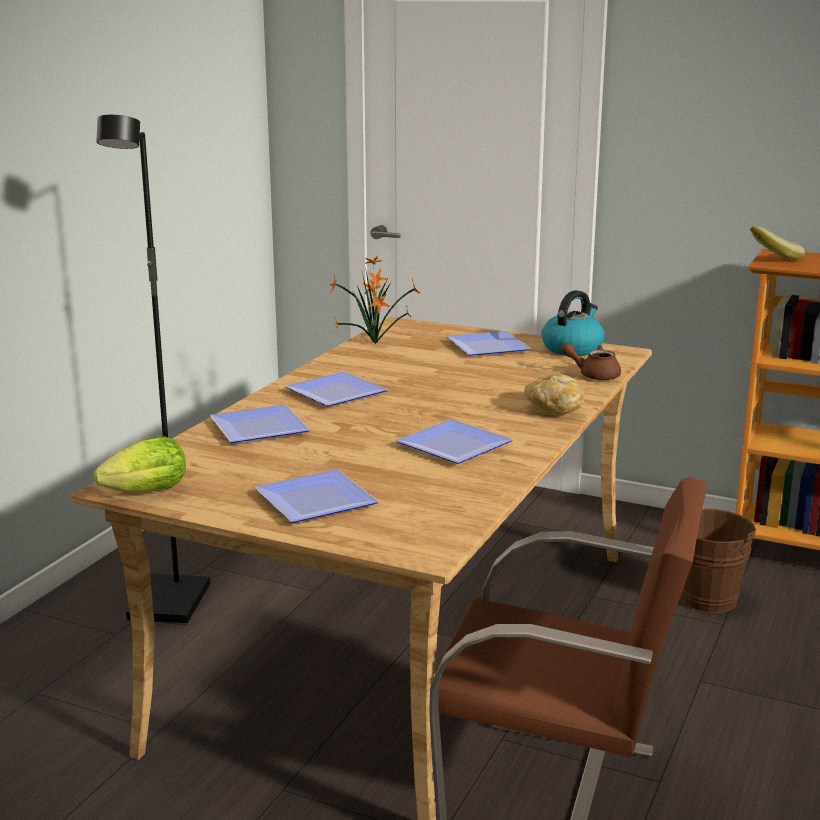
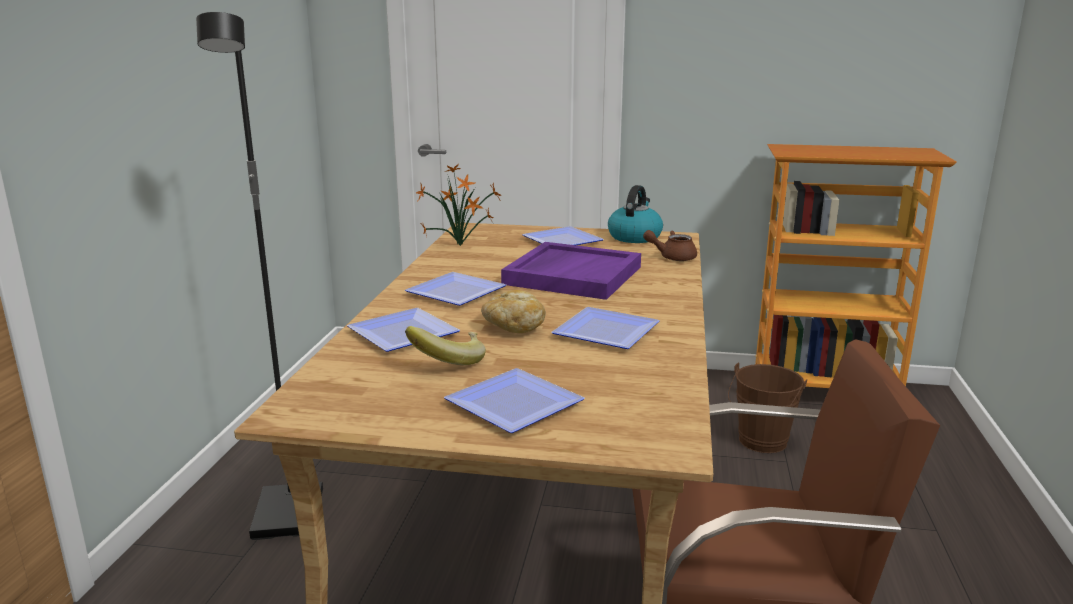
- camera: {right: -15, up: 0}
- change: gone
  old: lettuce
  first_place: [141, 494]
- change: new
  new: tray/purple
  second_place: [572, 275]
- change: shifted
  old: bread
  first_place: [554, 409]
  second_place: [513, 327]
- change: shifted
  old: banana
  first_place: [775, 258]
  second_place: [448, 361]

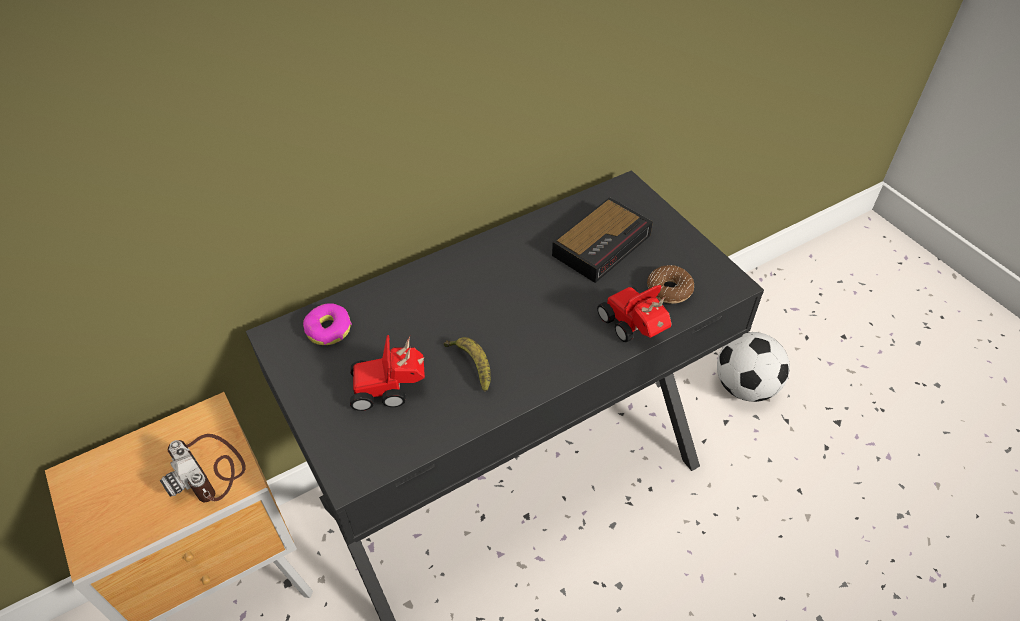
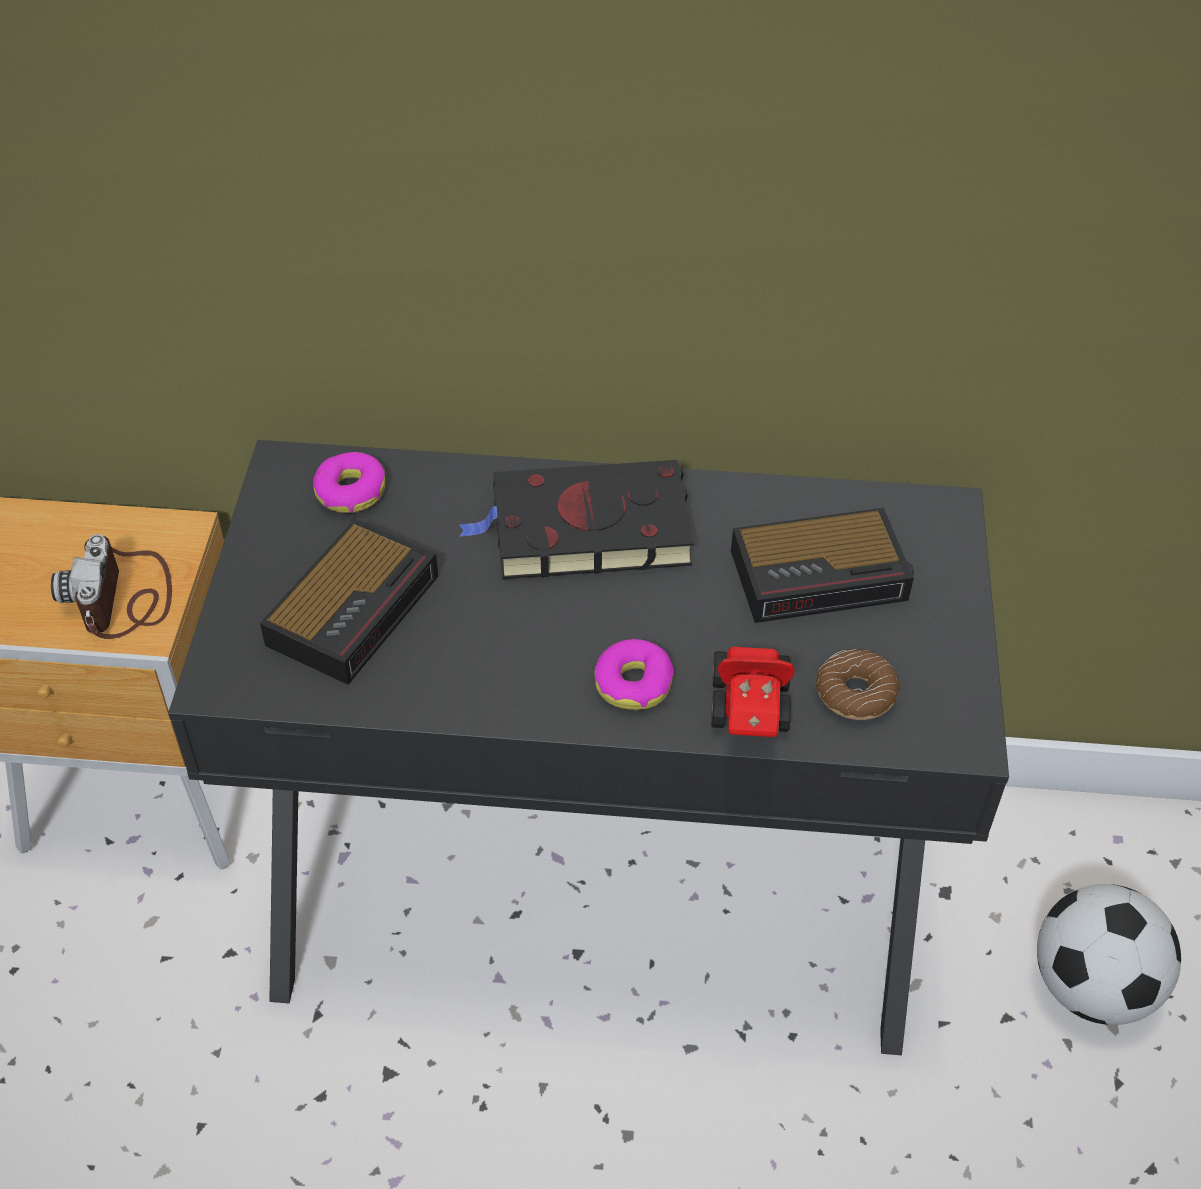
- camera: {right: 35, up: 0}
- change: gone
  old: banana
  first_place: [471, 365]
- change: new
  new: book/black
  second_place: [584, 530]
- change: new
  new: donut
  second_place: [633, 683]
- change: swapped
  old: toy car
  new: alarm clock
  first_place: [390, 388]
  second_place: [355, 607]

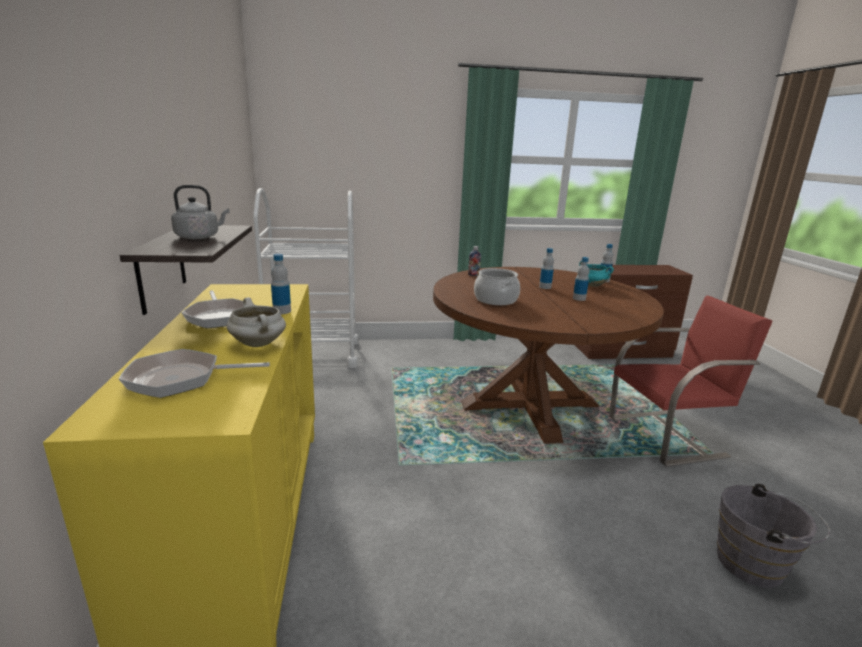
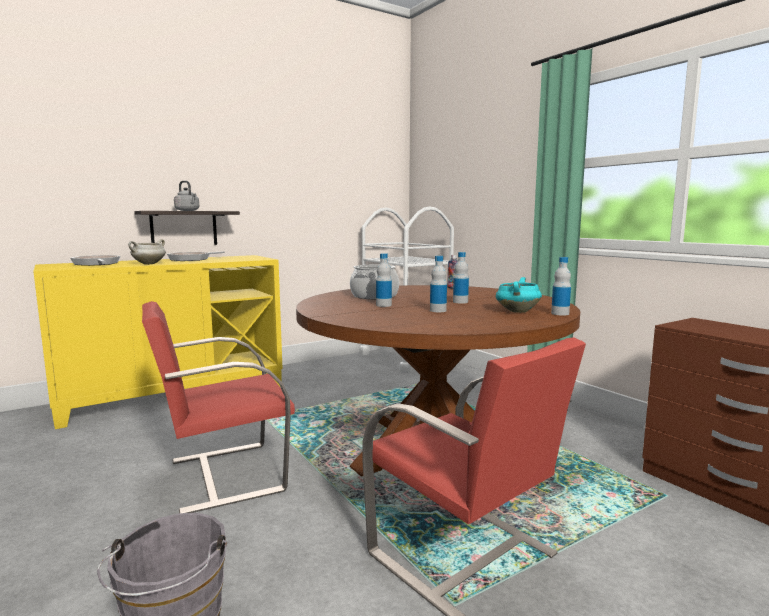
- camera: {right: 65, up: -10}
- change: new
  new: chair/red
  second_place: [223, 475]
- change: shifted
  old: bottle
  first_place: [282, 311]
  second_place: [383, 305]

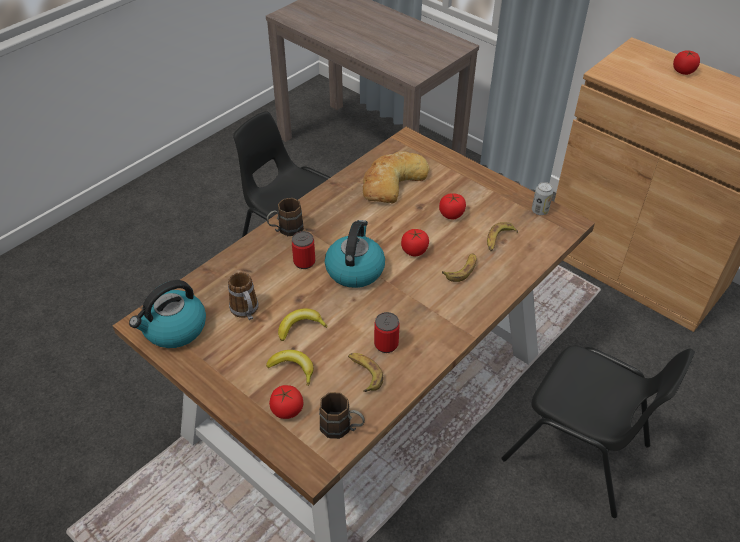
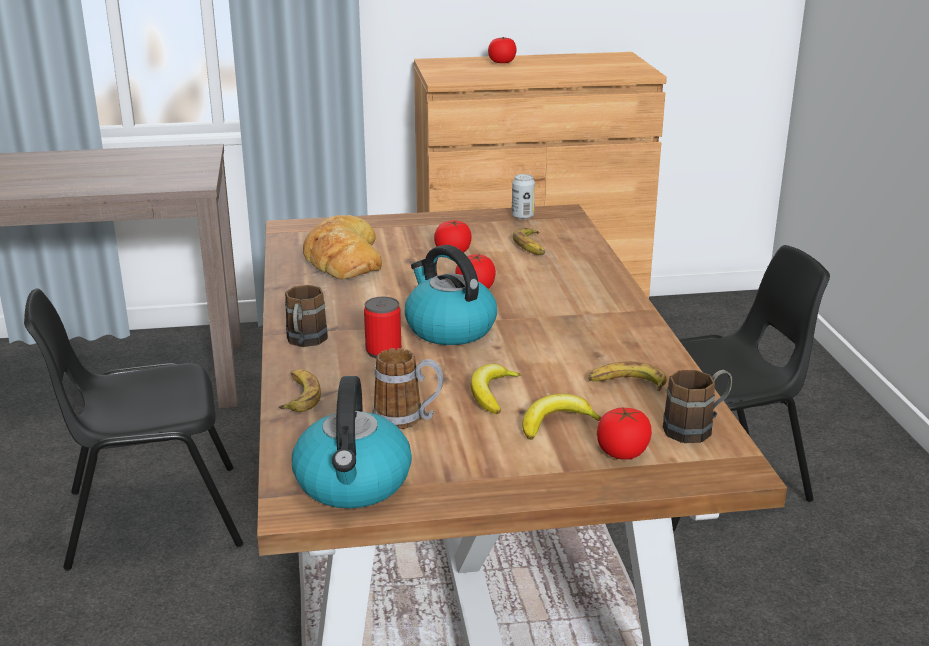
- camera: {right: -50, up: -20}
- change: gone
  old: can
  first_place: [386, 344]
- change: shifted
  old: banana
  first_place: [461, 270]
  second_place: [299, 396]

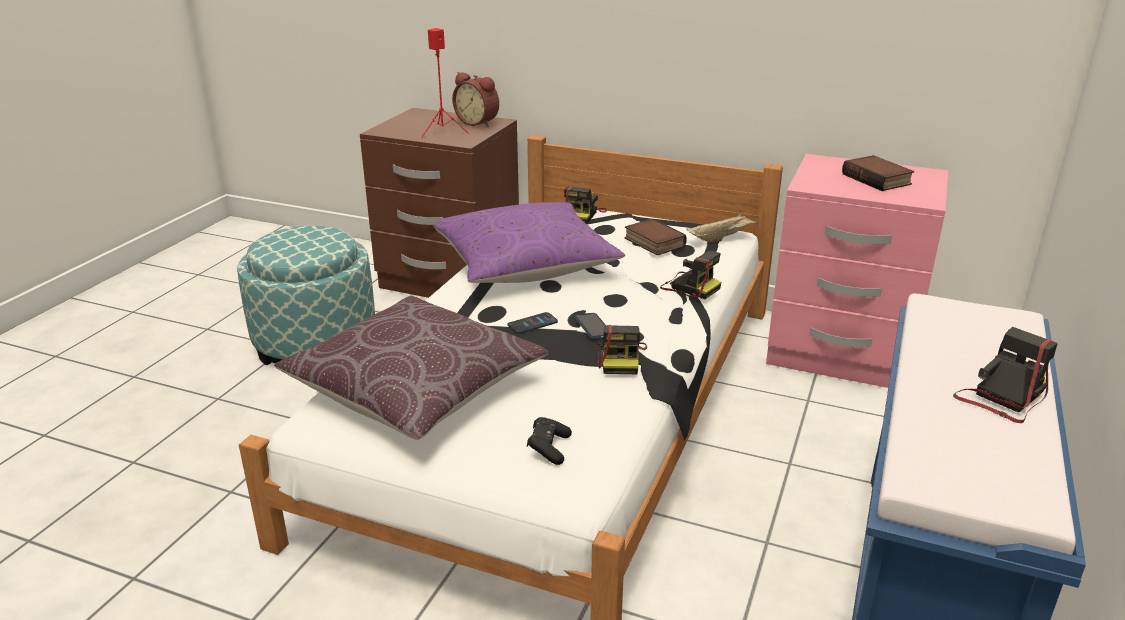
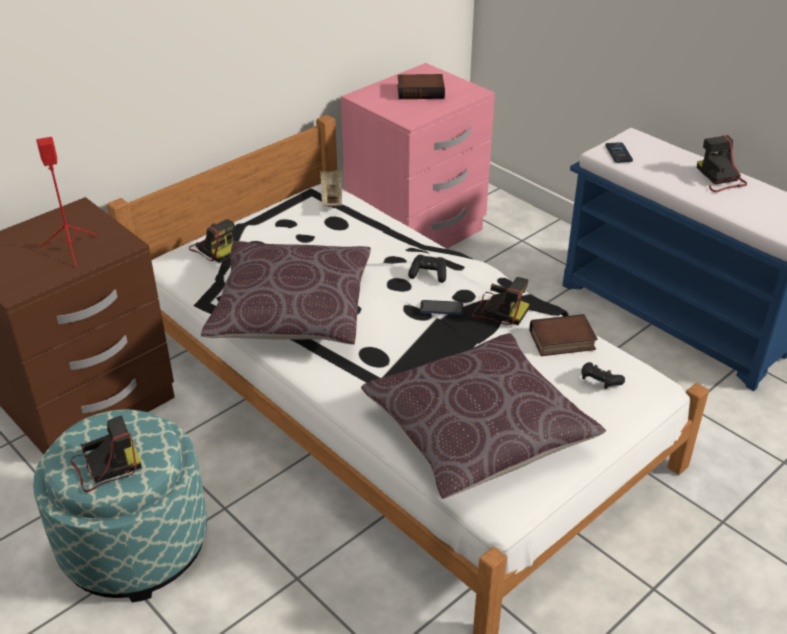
- camera: {right: -65, up: 10}
- change: gone
  old: alarm clock
  first_place: [478, 122]
- change: new
  new: game controller/black
  second_place: [428, 274]
- change: shifted
  old: phone
  first_place: [532, 324]
  second_place: [618, 153]
- change: shifted
  old: book
  first_place: [652, 242]
  second_place: [561, 341]
- change: shifted
  old: photo camera
  first_place: [689, 287]
  second_place: [105, 467]
- change: repainted
  old: pillow/purple
  new: pillow/brown
  first_place: [525, 264]
  second_place: [292, 312]

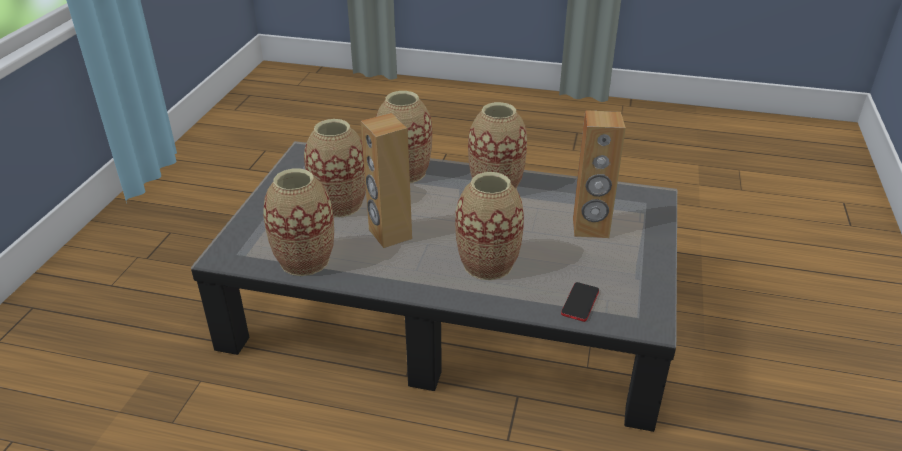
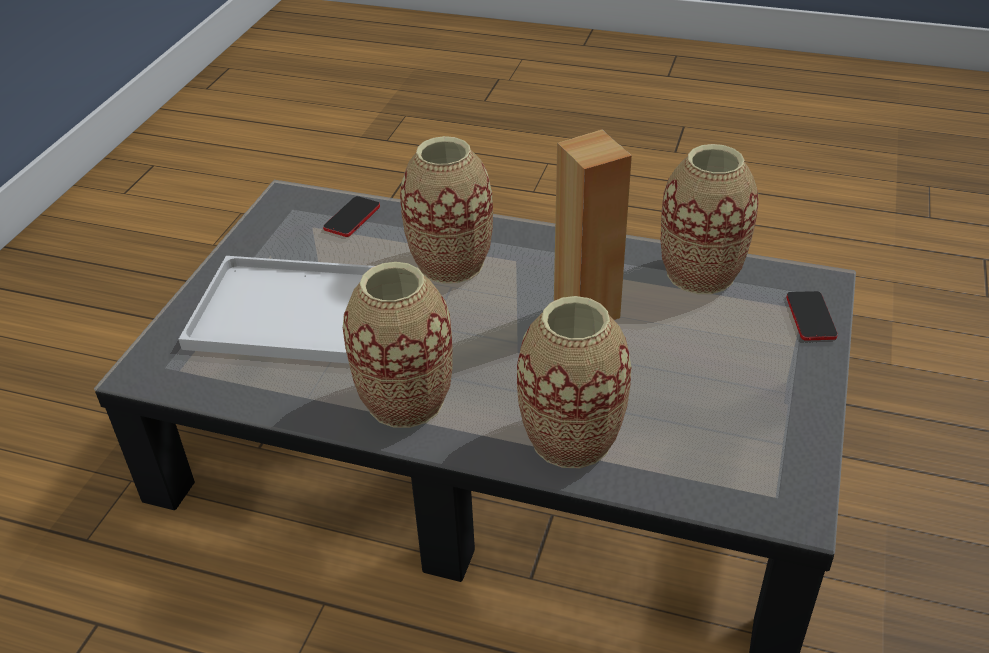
- camera: {right: -175, up: 5}
- change: gone
  old: vase
  first_place: [339, 204]
- change: new
  new: phone
  second_place: [810, 317]
- change: swapped
  old: speaker/brown
  new: tray/white
  first_place: [590, 228]
  second_place: [285, 313]

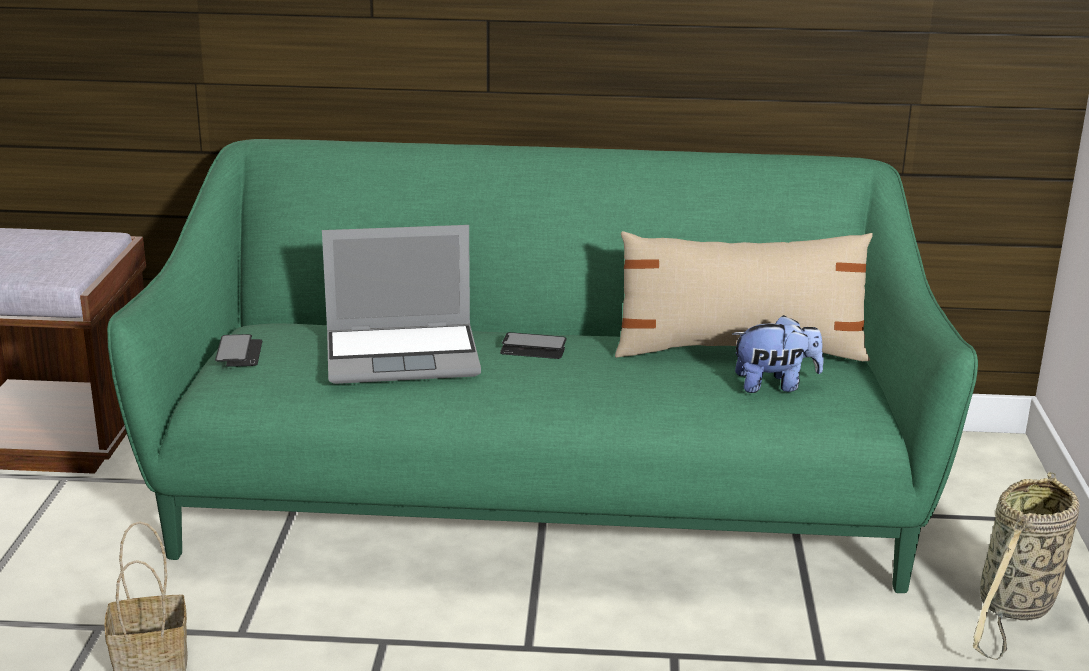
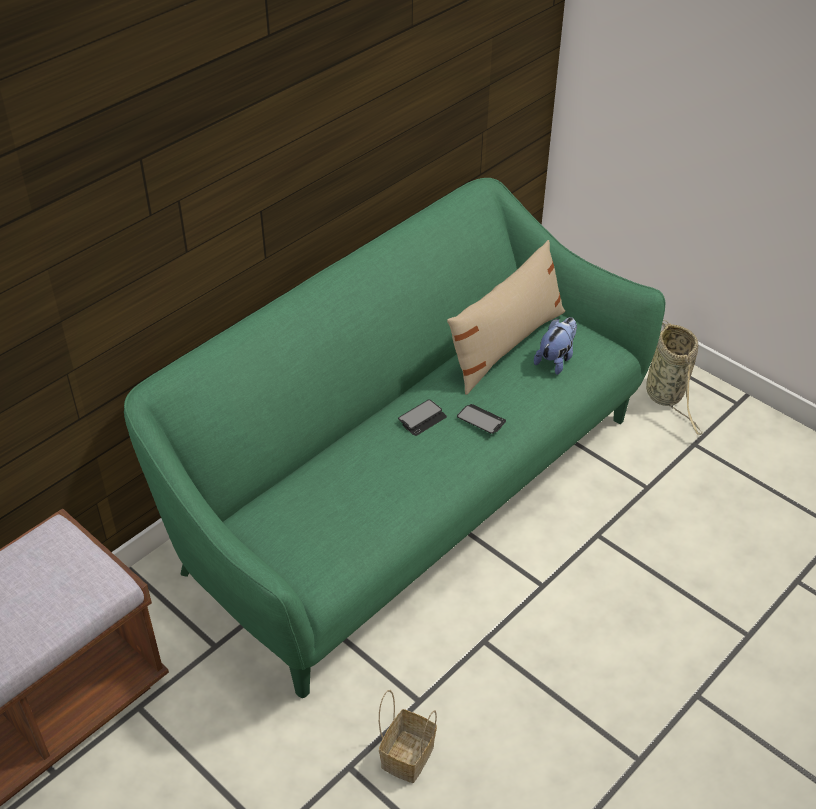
- camera: {right: -50, up: 20}
- change: gone
  old: laptop
  first_place: [404, 356]
- change: shifted
  old: phone
  first_place: [239, 353]
  second_place: [481, 420]

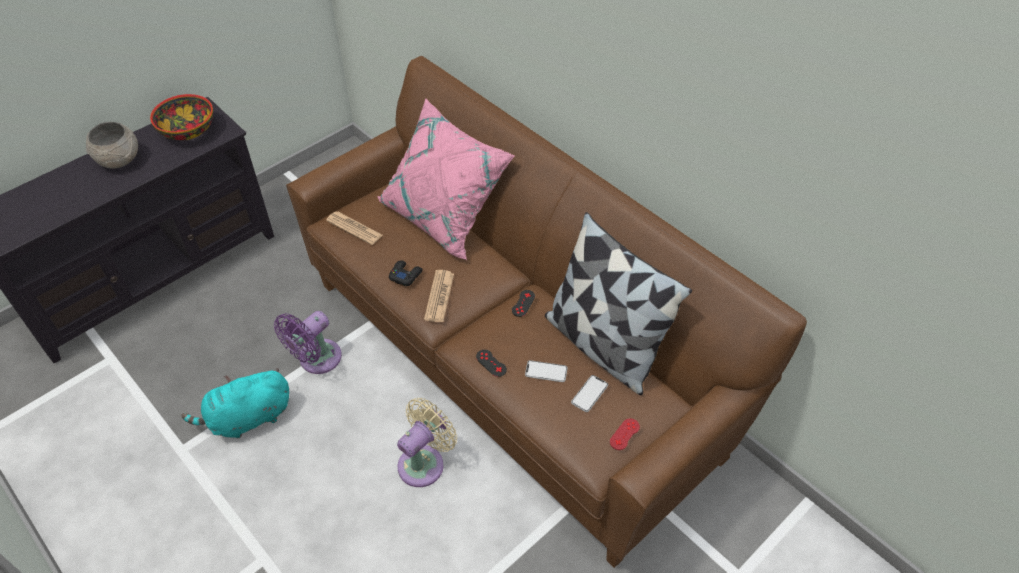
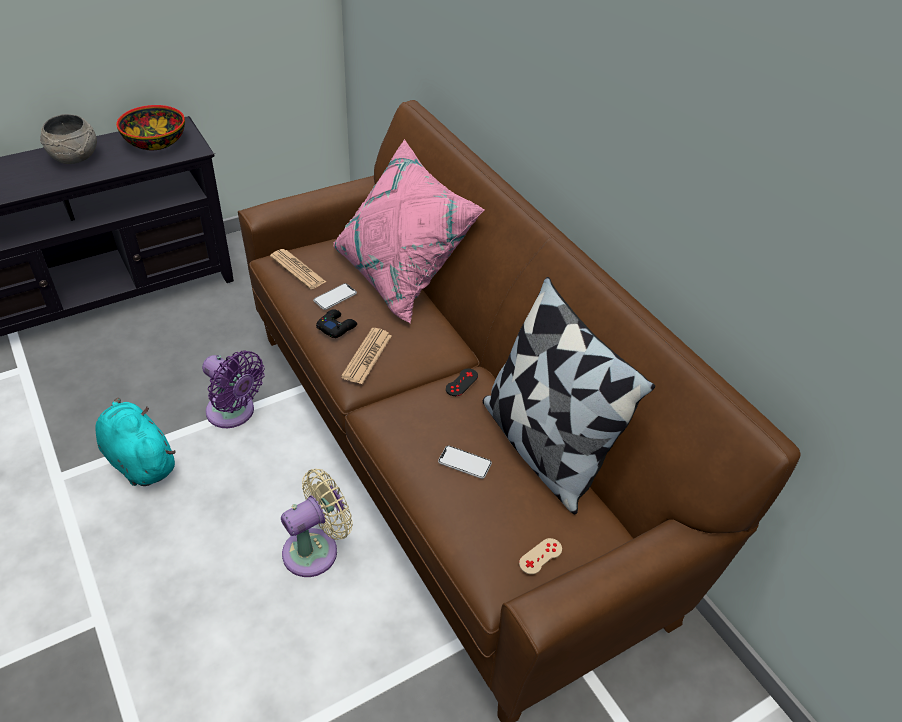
- camera: {right: 10, up: -5}
- change: gone
  old: game controller/black
  first_place: [491, 363]
- change: shifted
  old: phone
  first_place: [589, 394]
  second_place: [335, 297]
- change: repainted
  old: game controller/red
  new: game controller/beige
  first_place: [624, 434]
  second_place: [540, 556]
- change: rotated
  old: plush toy/turquoise
  first_place: [247, 418]
  second_place: [138, 459]
  degrees: 60
- change: rotated
  old: fan/purple
  first_place: [316, 360]
  second_place: [234, 413]
  degrees: -105

